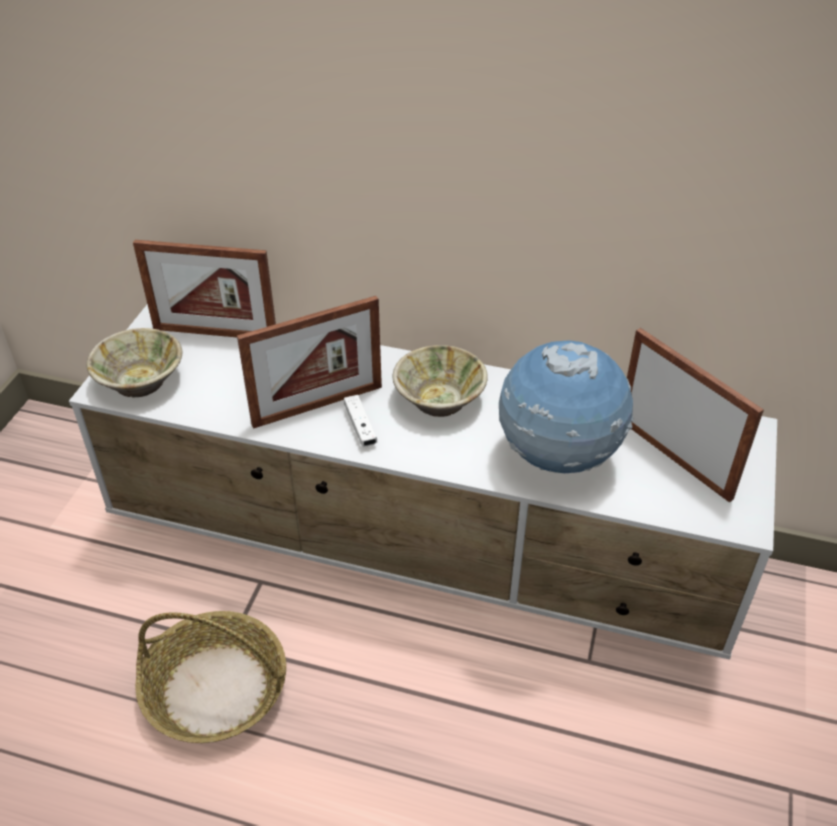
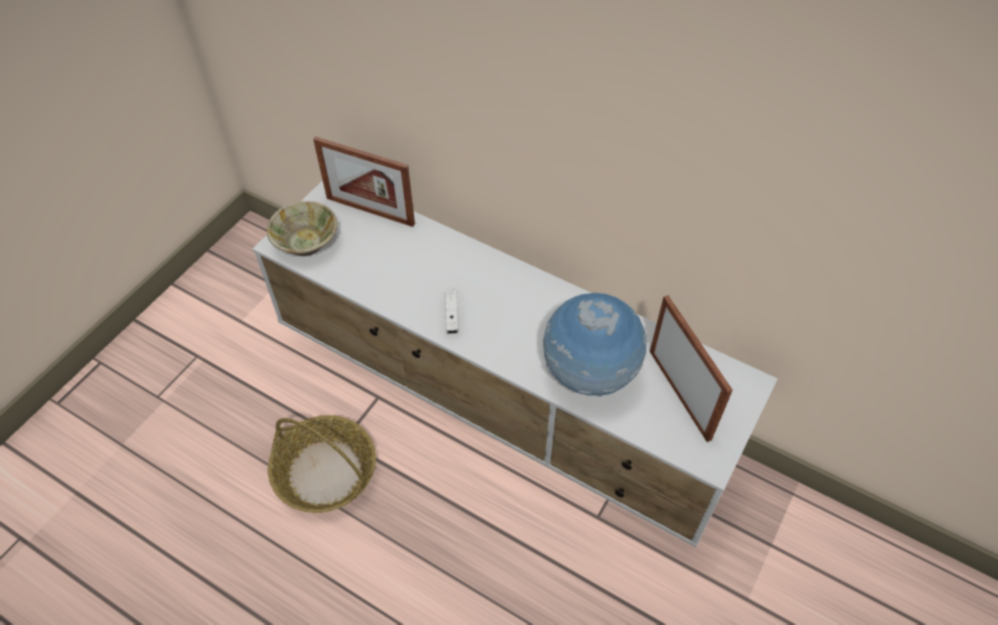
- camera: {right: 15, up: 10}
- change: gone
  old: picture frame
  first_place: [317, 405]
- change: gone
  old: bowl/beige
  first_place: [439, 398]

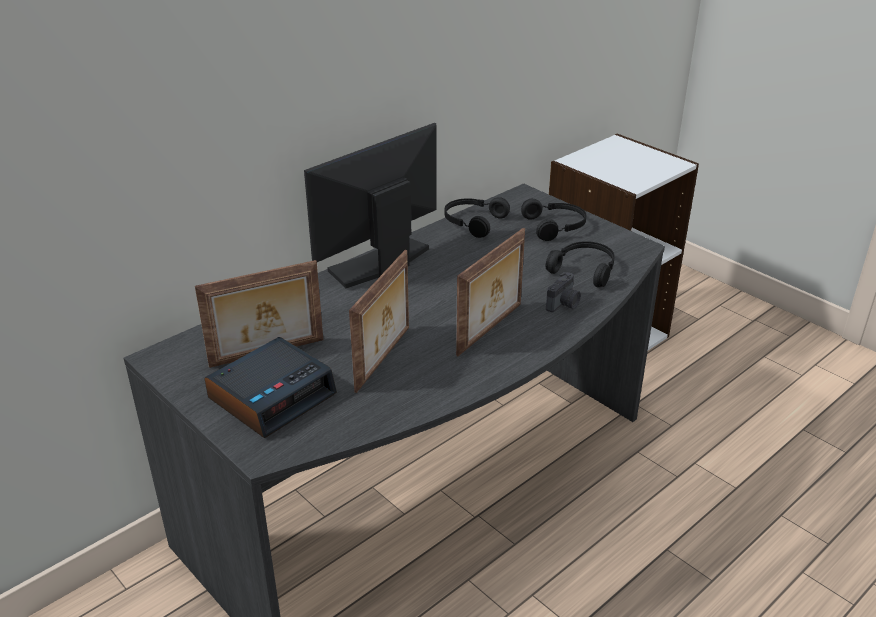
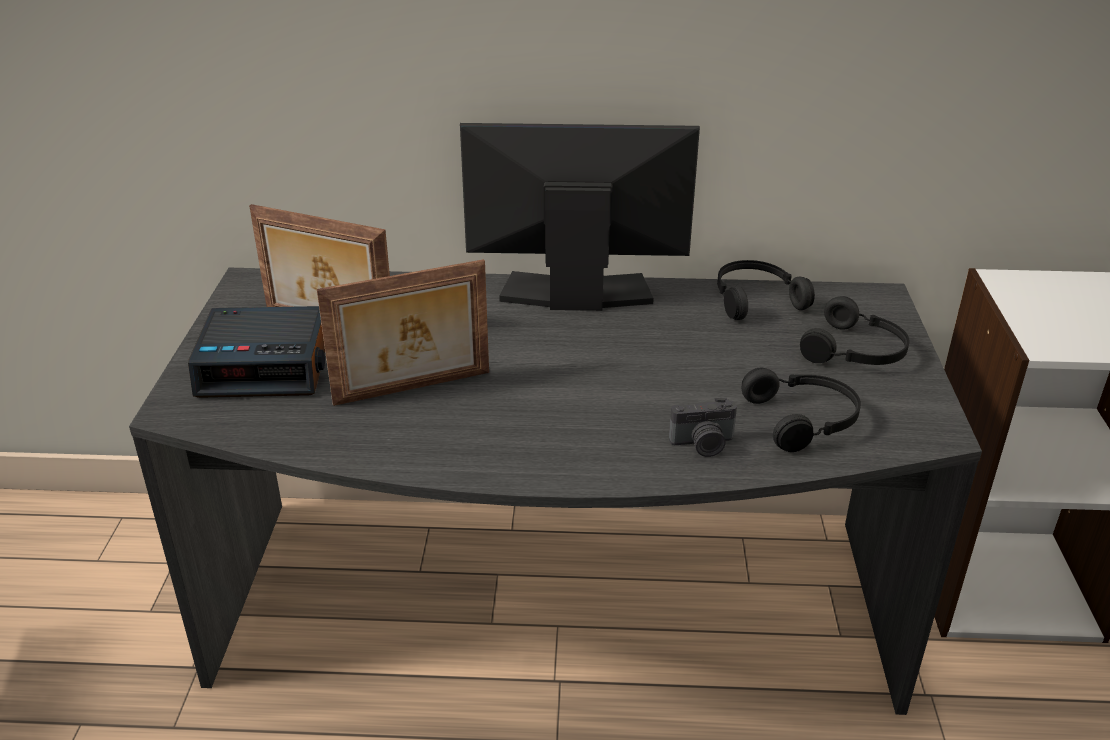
- camera: {right: 45, up: 0}
- change: gone
  old: picture frame
  first_place: [491, 329]

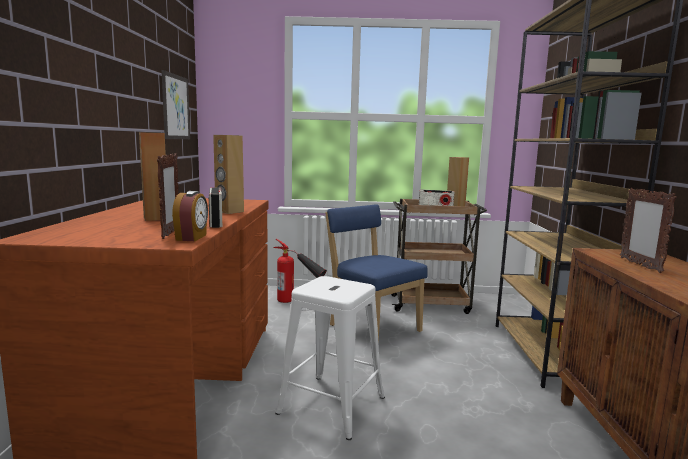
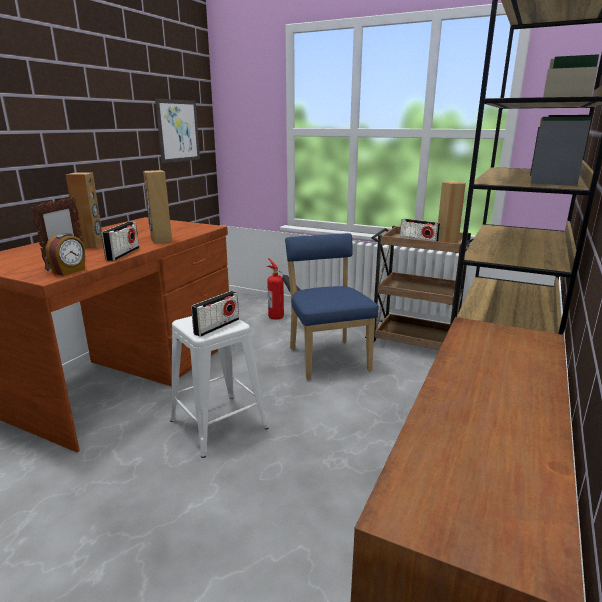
- camera: {right: 25, up: 10}
- change: gone
  old: picture frame
  first_place: [640, 265]
- change: new
  new: radio
  second_place: [217, 326]

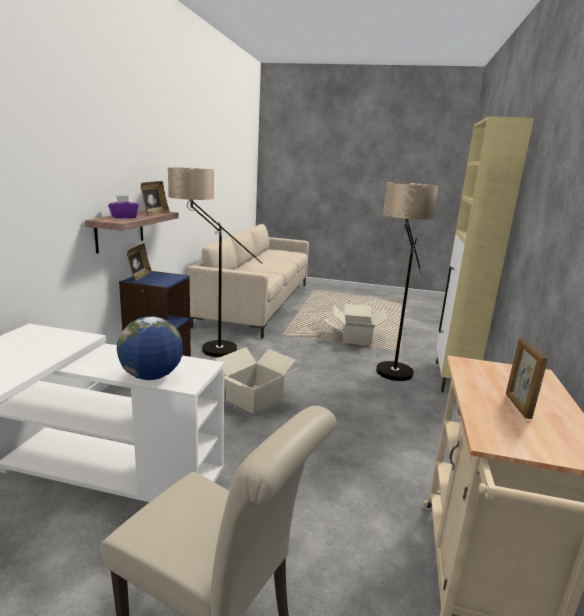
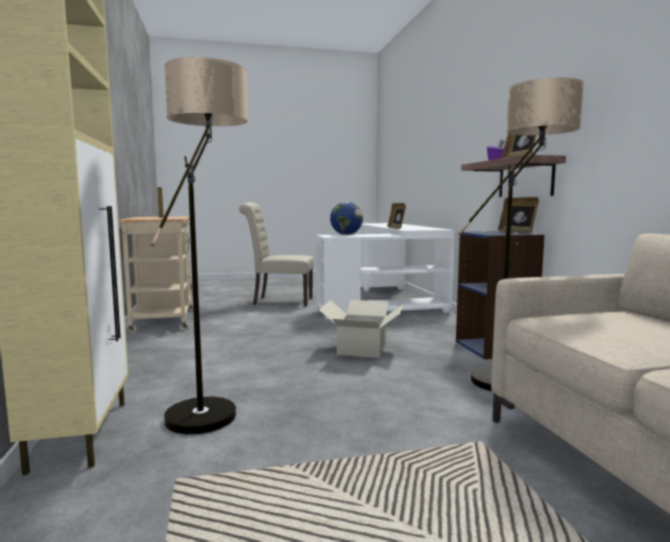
- camera: {right: 155, up: -10}
- change: gone
  old: cardboard box
  first_place: [356, 338]
- change: new
  new: picture frame
  second_place: [396, 228]

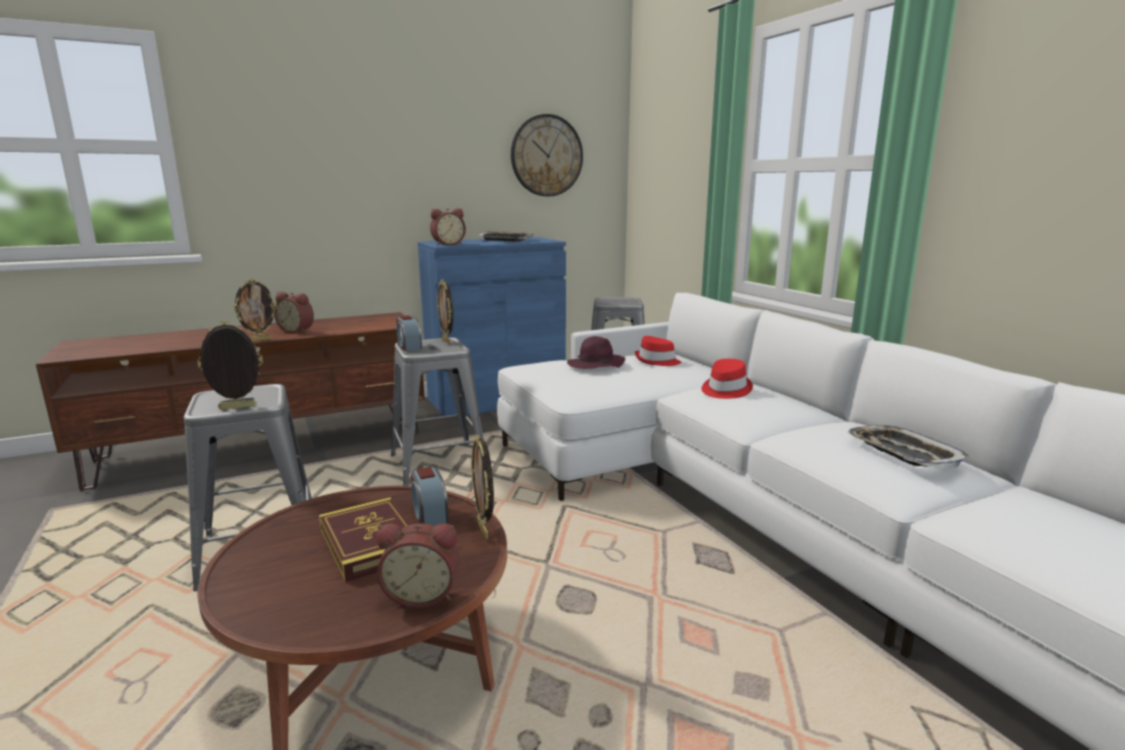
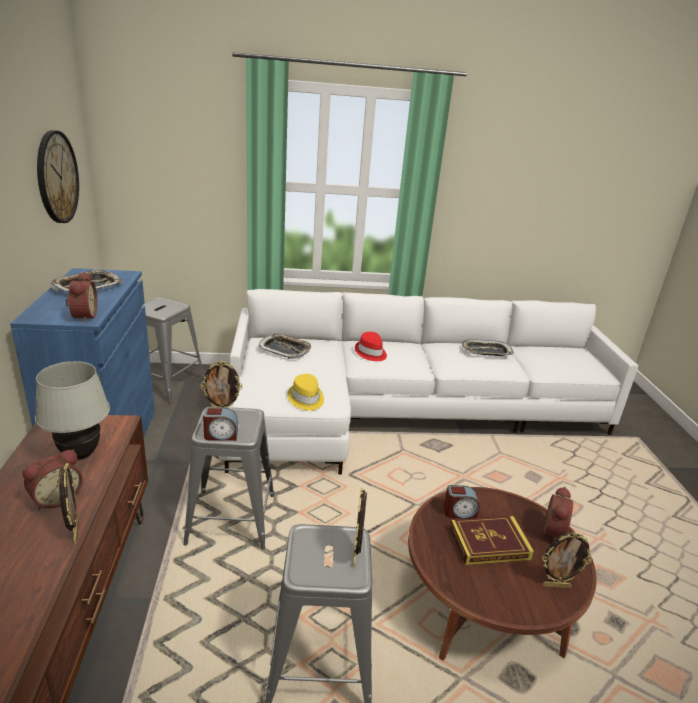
- camera: {right: -70, up: 10}
- change: gone
  old: hat/purple
  first_place: [595, 366]
- change: new
  new: table lamp/white
  second_place: [81, 454]
- change: new
  new: hat/yellow
  second_place: [305, 399]
- change: shifted
  old: picture frame
  first_place: [484, 530]
  second_place: [556, 585]
- change: swapped
  old: hat/red
  new: tray
  first_place: [657, 361]
  second_place: [285, 349]

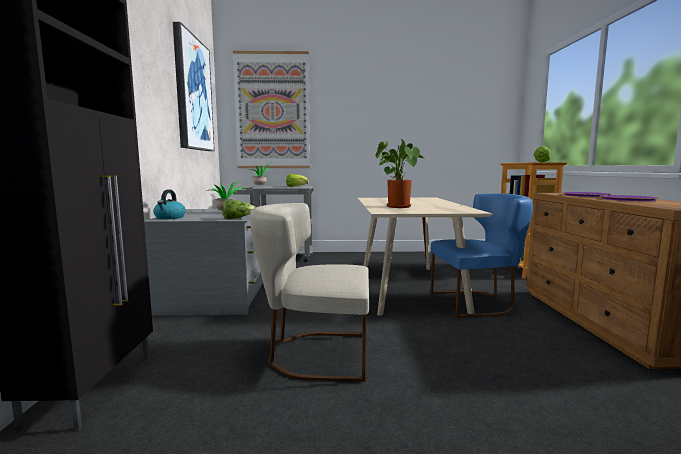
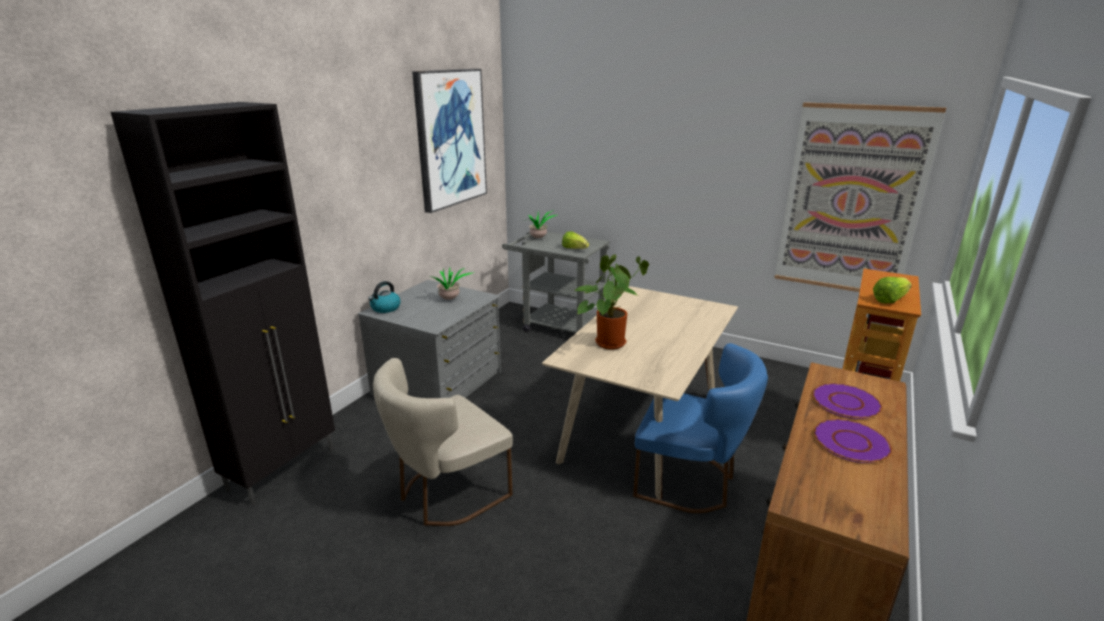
- camera: {right: 30, up: 15}
- change: gone
  old: lettuce
  first_place: [237, 218]
- change: shifted
  old: picture
  first_place: [272, 111]
  second_place: [851, 201]
- change: rotated
  old: chair/beige
  first_place: [314, 354]
  second_place: [446, 494]
  degrees: -75

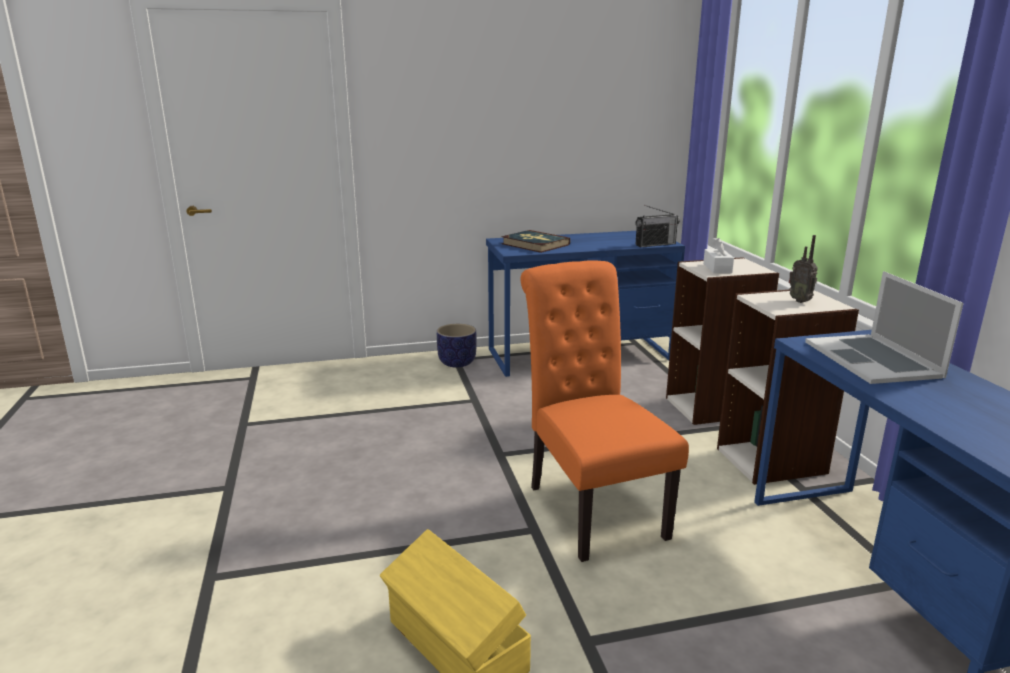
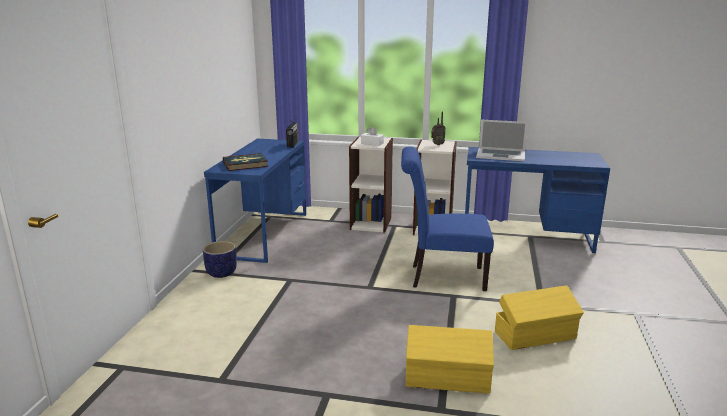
- camera: {right: -65, up: 0}
- change: new
  new: storage box/yellow
  second_place: [448, 379]
- change: repainted
  old: chair/orange
  new: chair/blue
  first_place: [590, 506]
  second_place: [442, 277]

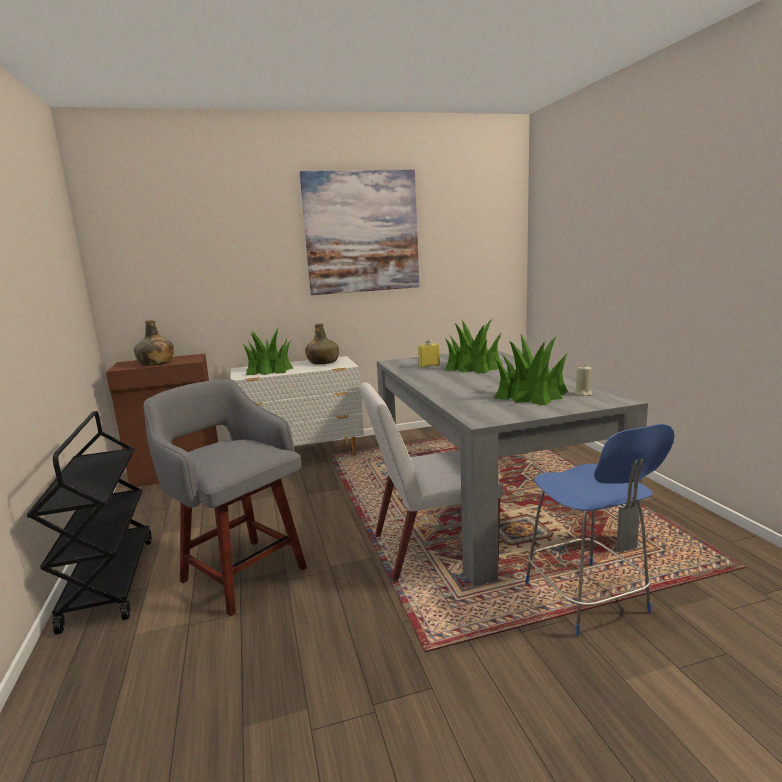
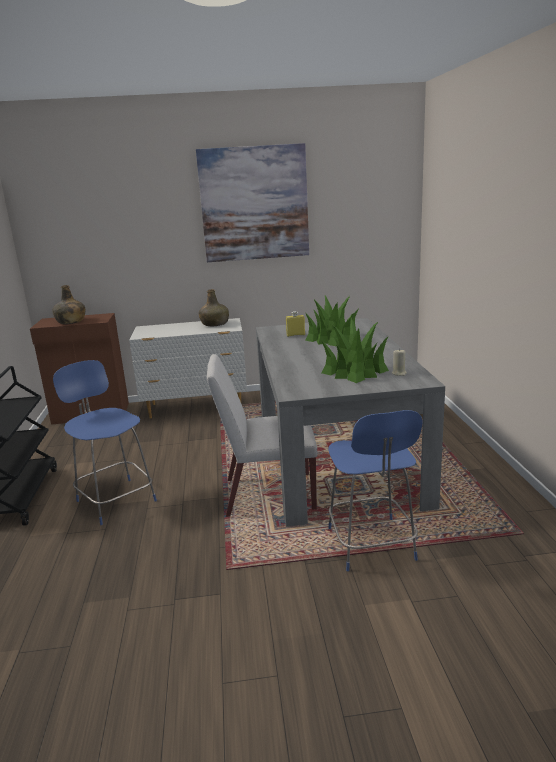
- camera: {right: 10, up: 5}
- change: gone
  old: potted plant
  first_place: [269, 370]
- change: swapped
  old: stool/grey
  new: chair/blue
  first_place: [241, 573]
  second_place: [115, 499]

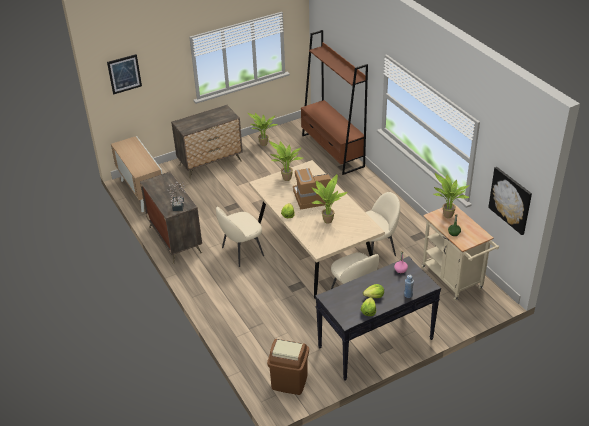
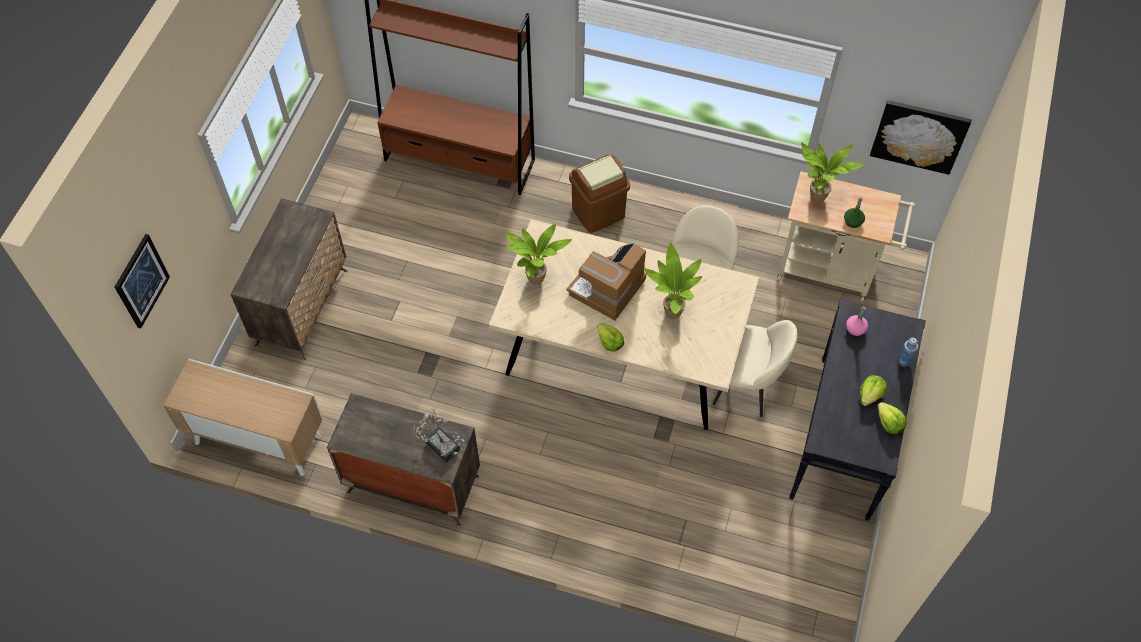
- camera: {right: -45, up: 20}
- change: gone
  old: chair/beige
  first_place: [241, 252]
- change: gone
  old: potted plant
  first_place: [263, 145]
- change: shifted
  old: trash can/brown
  first_place: [289, 382]
  second_place: [598, 213]

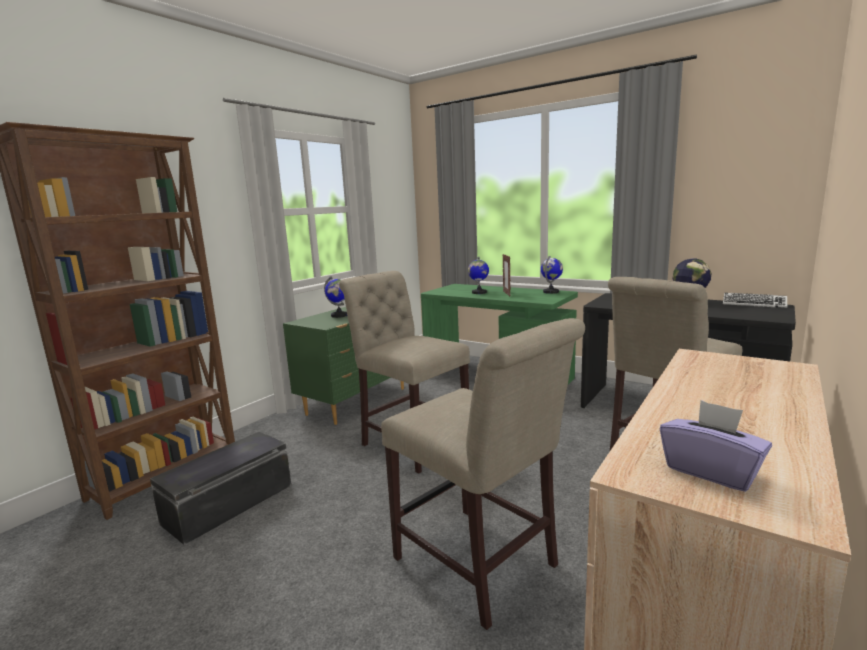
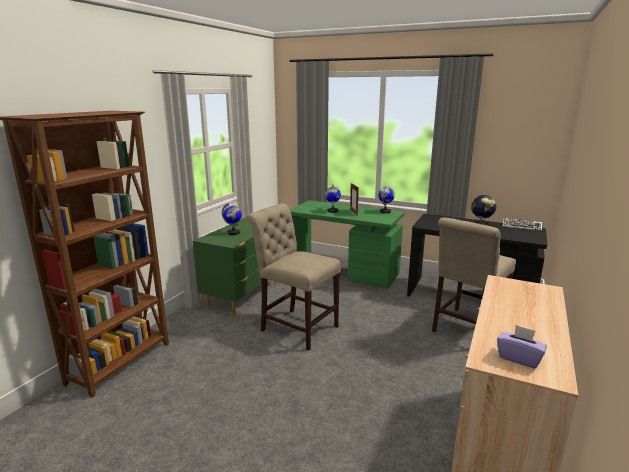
- camera: {right: -10, up: 5}
- change: gone
  old: storage box/black
  first_place: [230, 504]
- change: gone
  old: chair/beige
  first_place: [481, 566]

